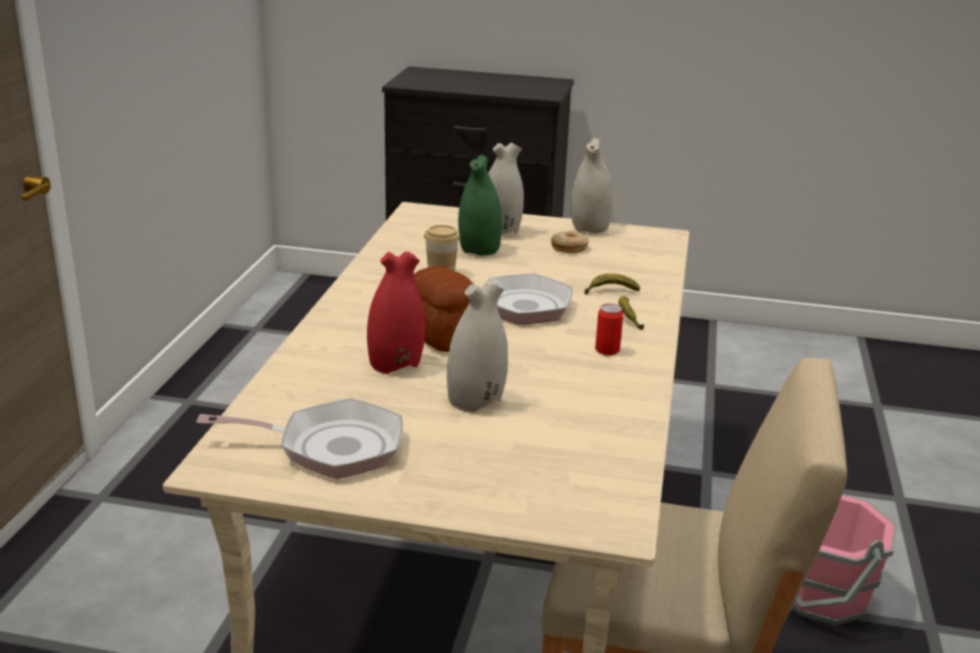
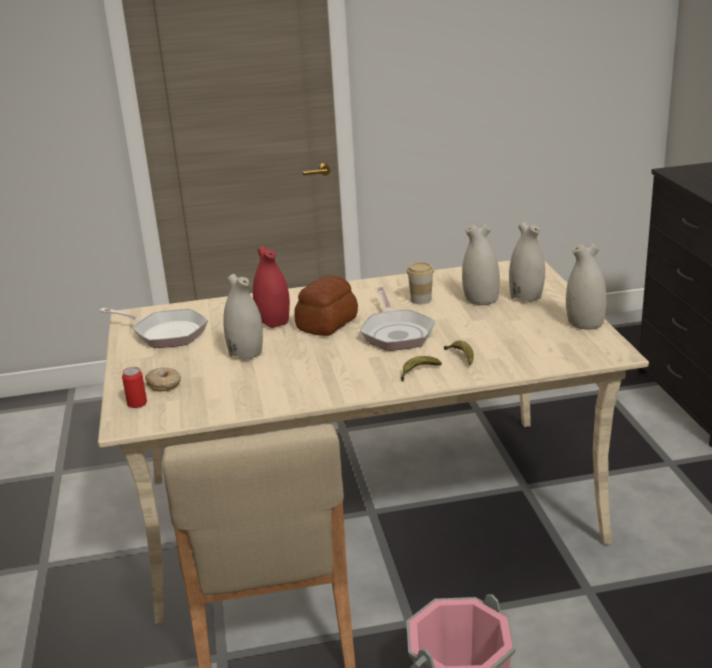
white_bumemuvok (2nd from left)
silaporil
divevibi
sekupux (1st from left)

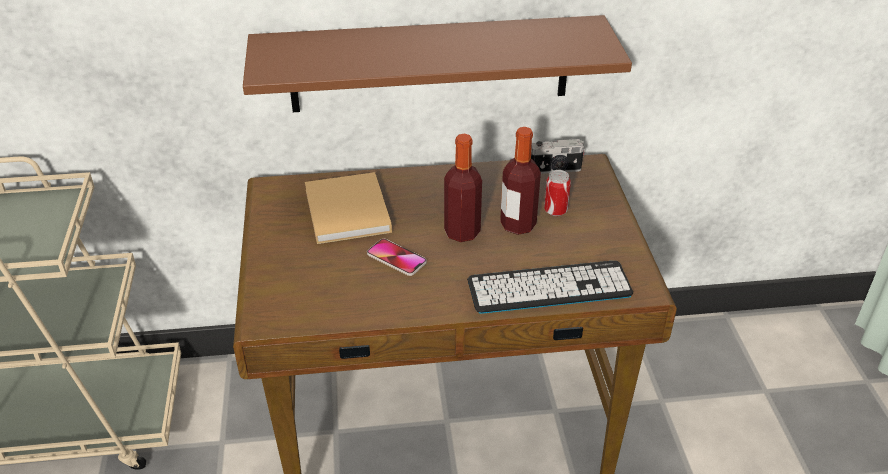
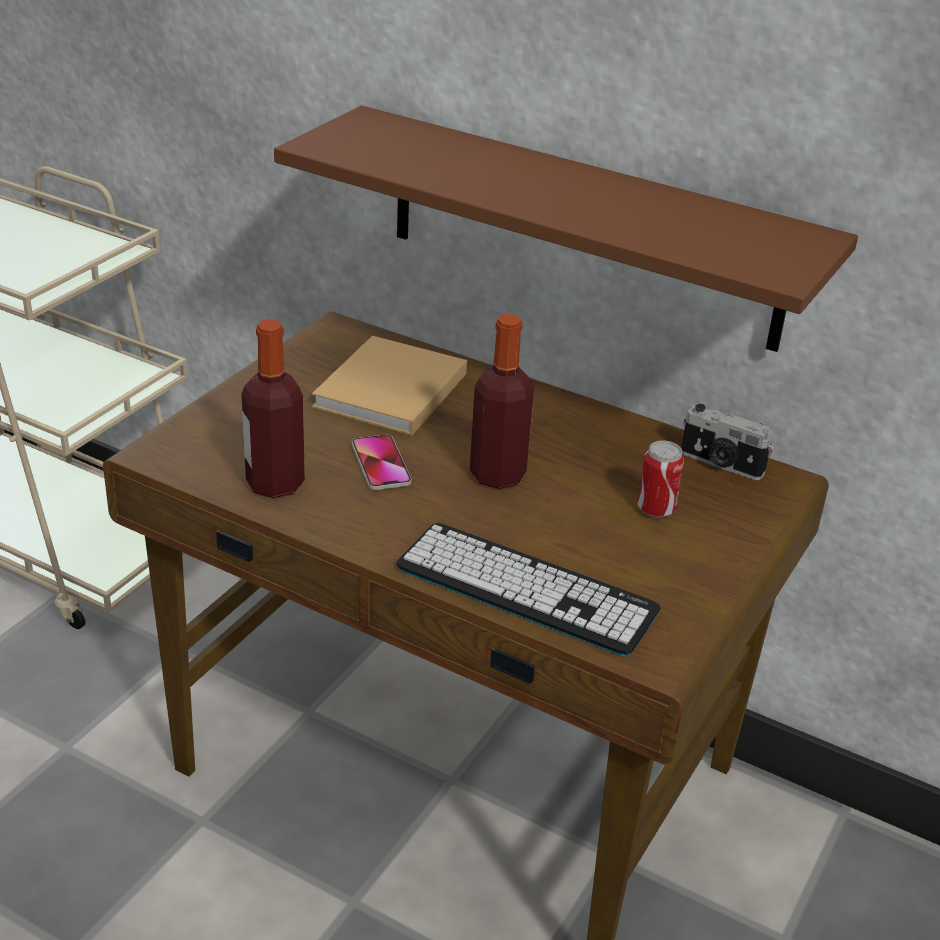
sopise (1st from left)

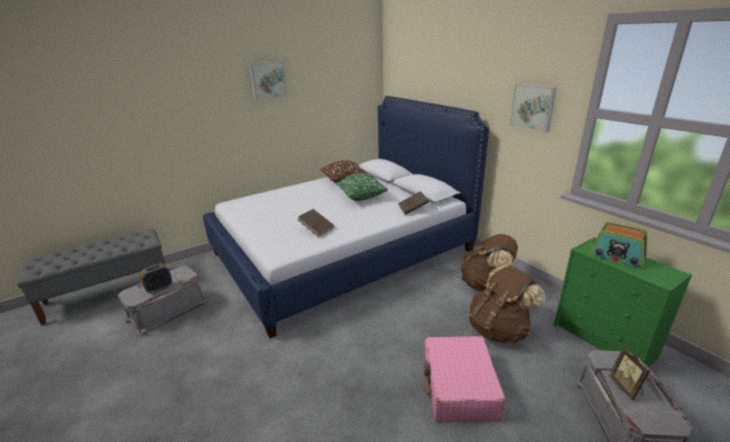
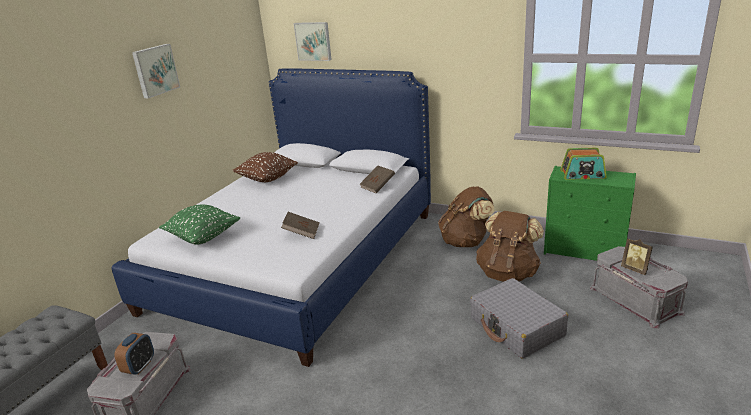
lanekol (2nd from left)
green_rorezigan
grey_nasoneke

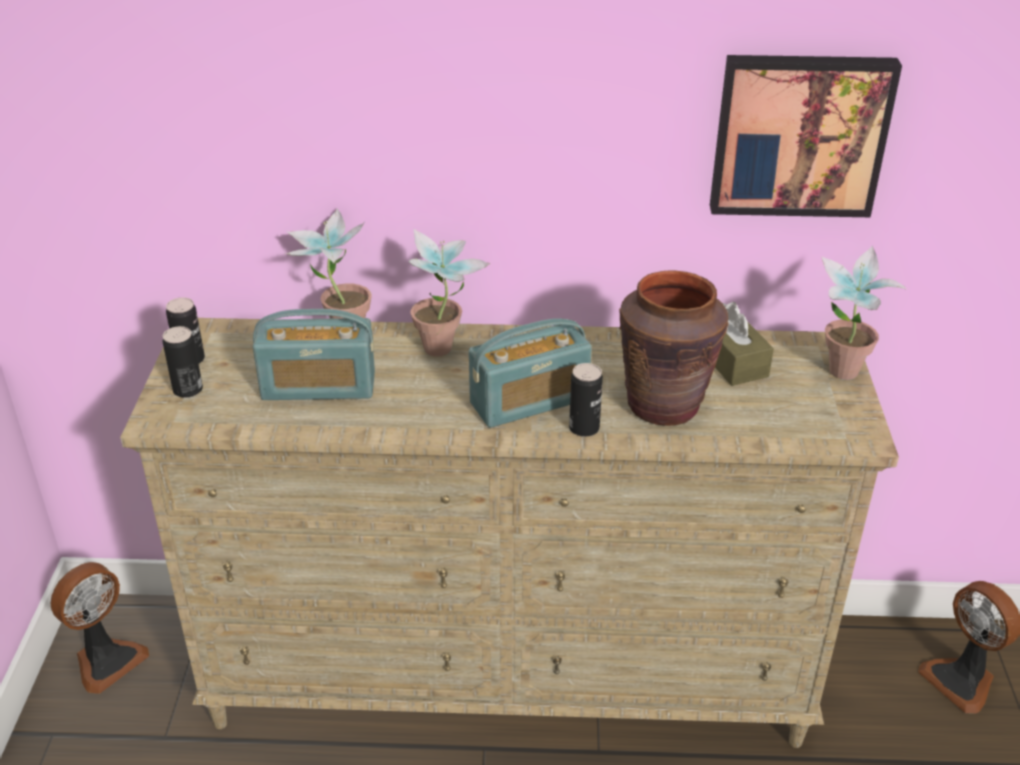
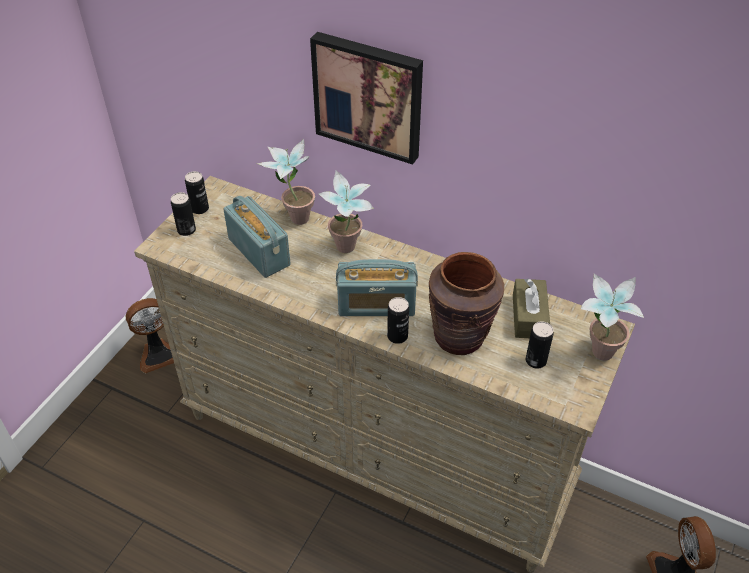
lanekol
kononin (1st from left)
divevibi (4th from left)

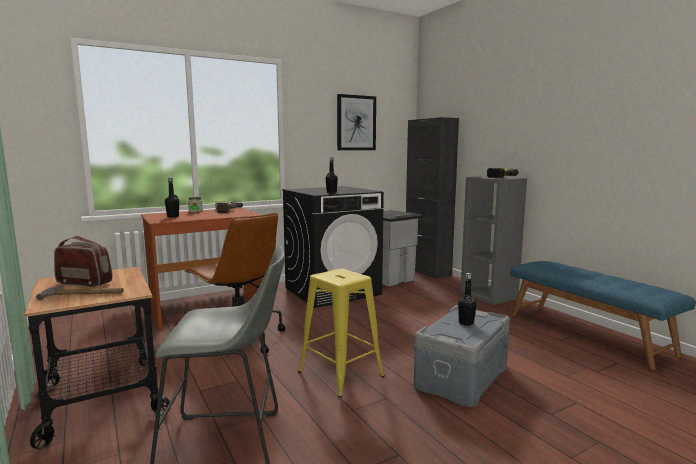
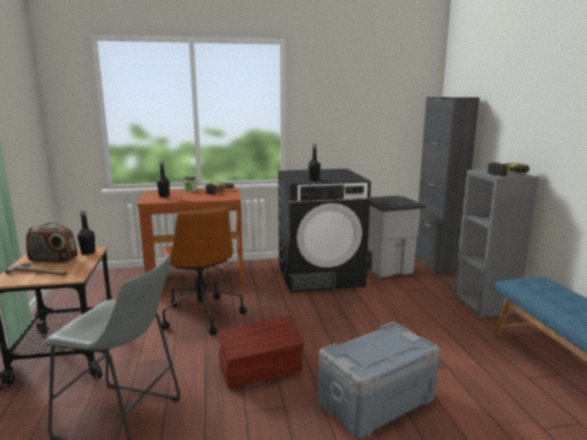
lanekol
kononin
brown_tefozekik
black_sopise (1st from left)

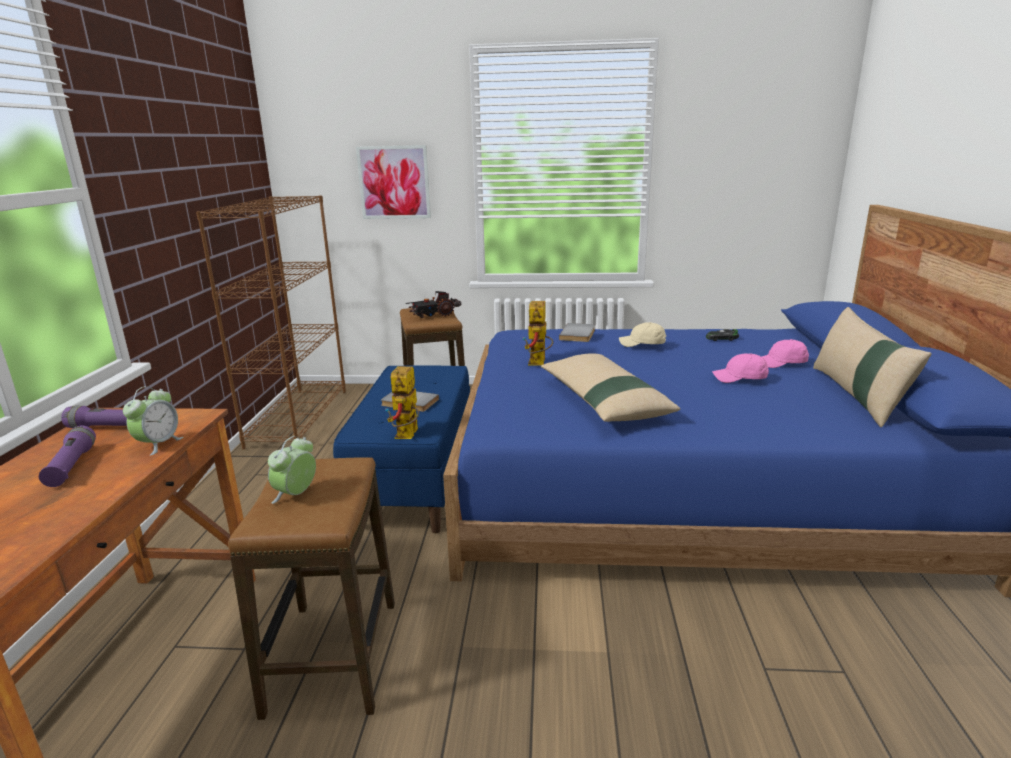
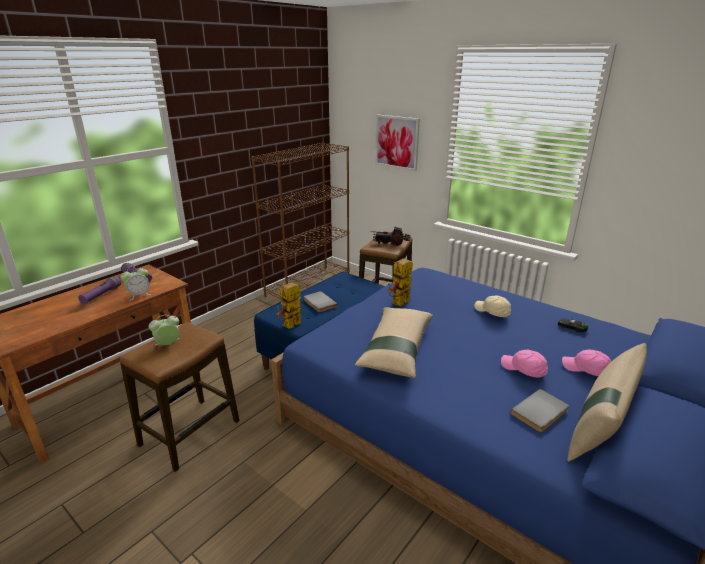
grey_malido (2nd from left)

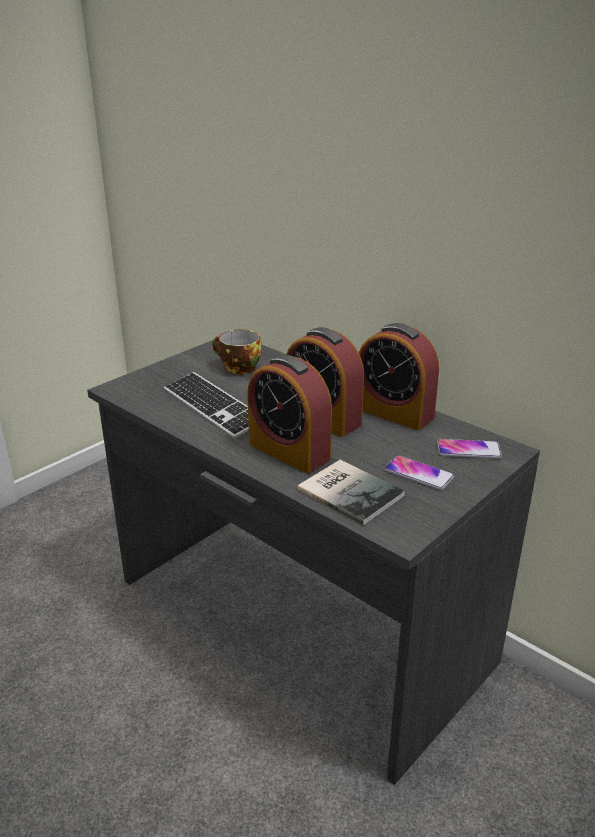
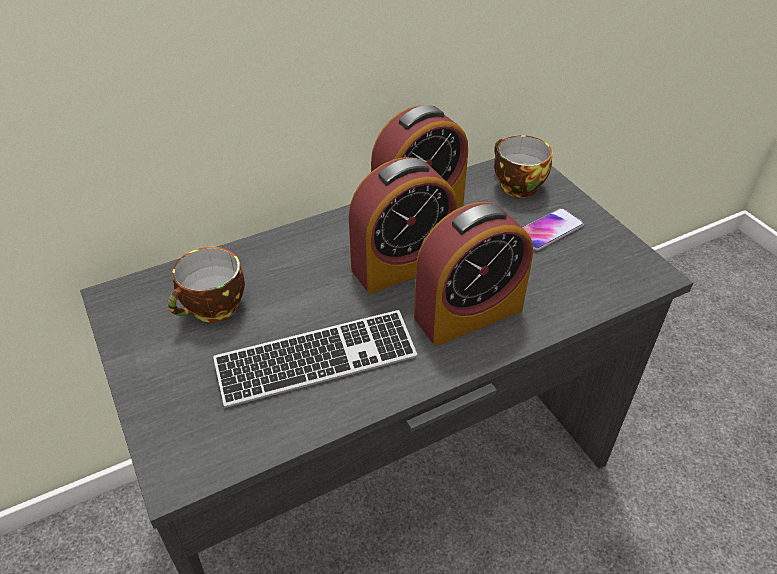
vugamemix (2nd from left)
malido

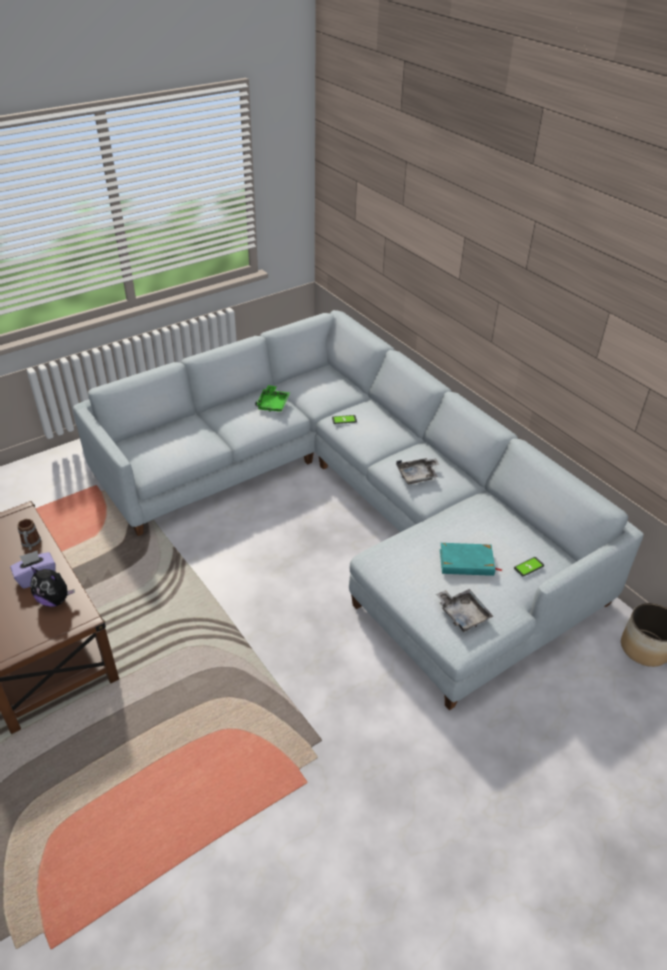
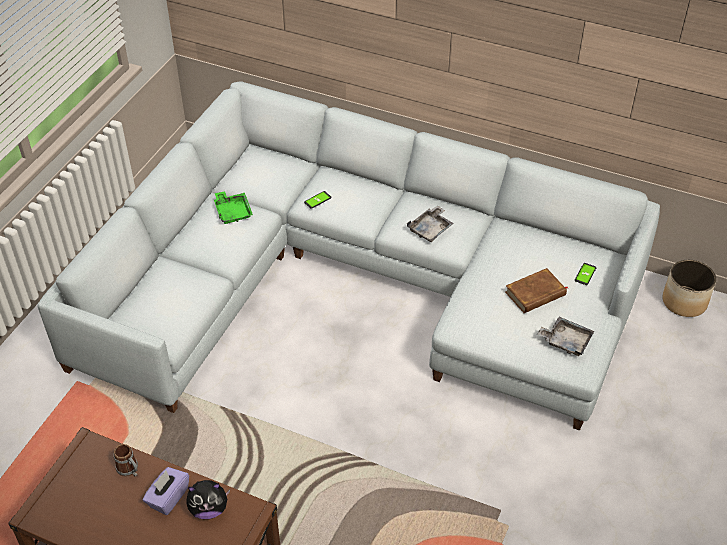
brown_malido

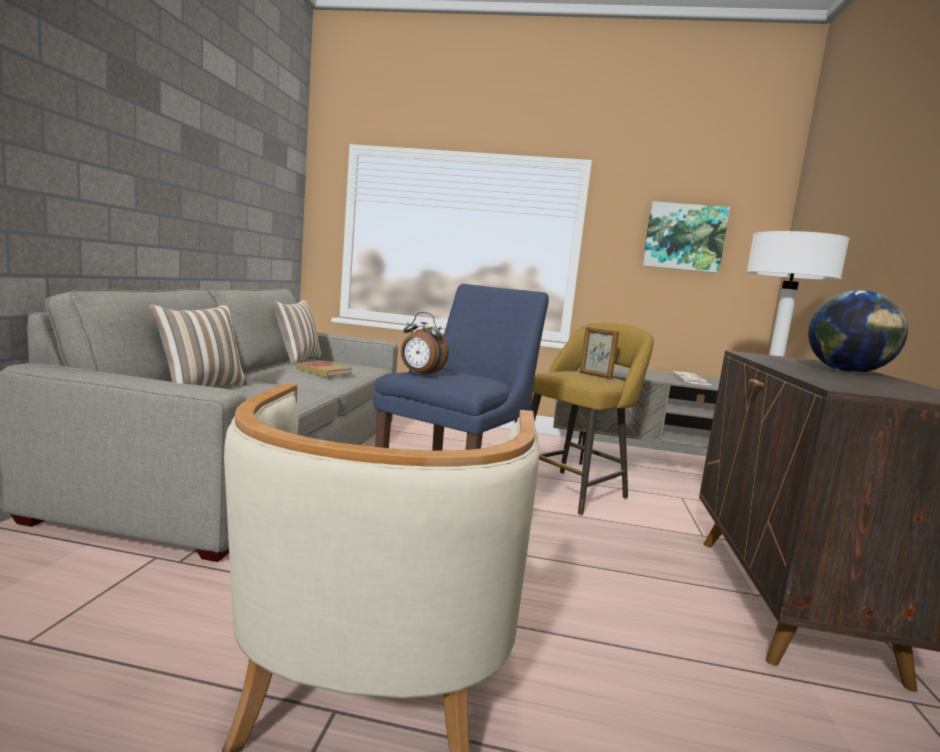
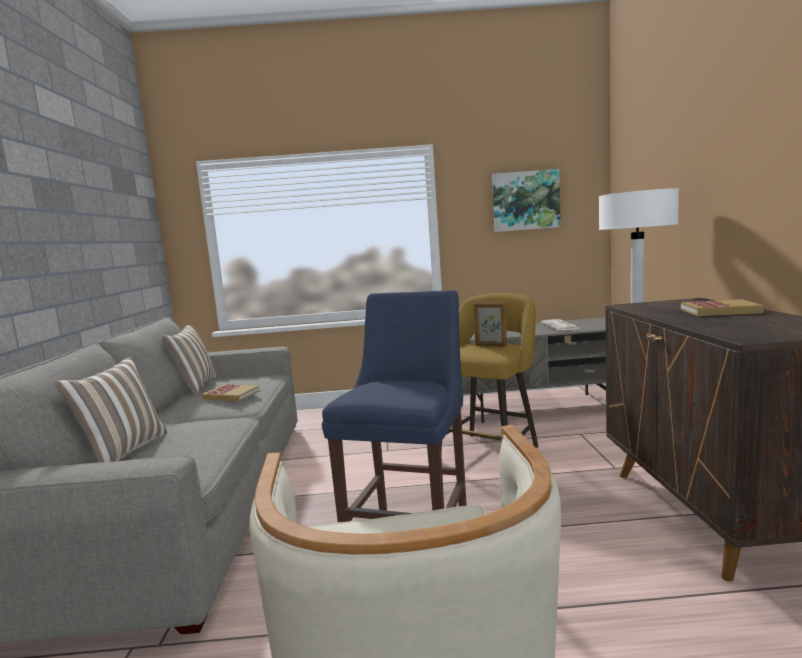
malido (2nd from left)
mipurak

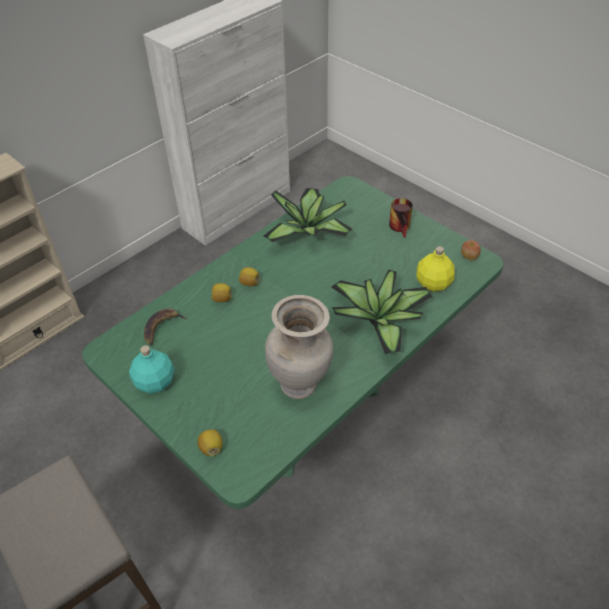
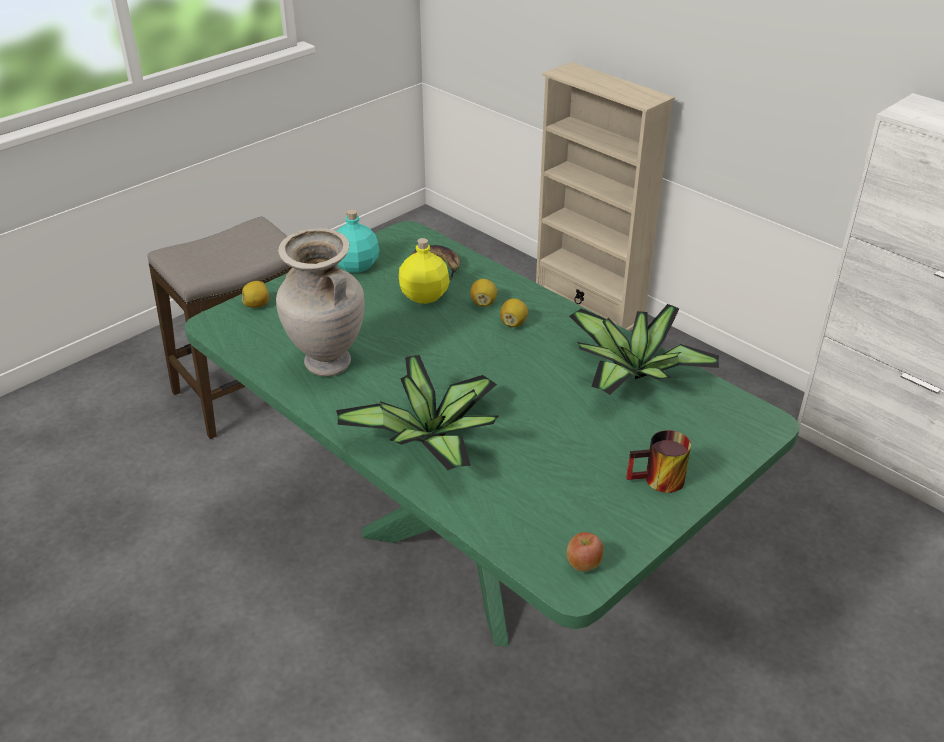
yellow_sopise

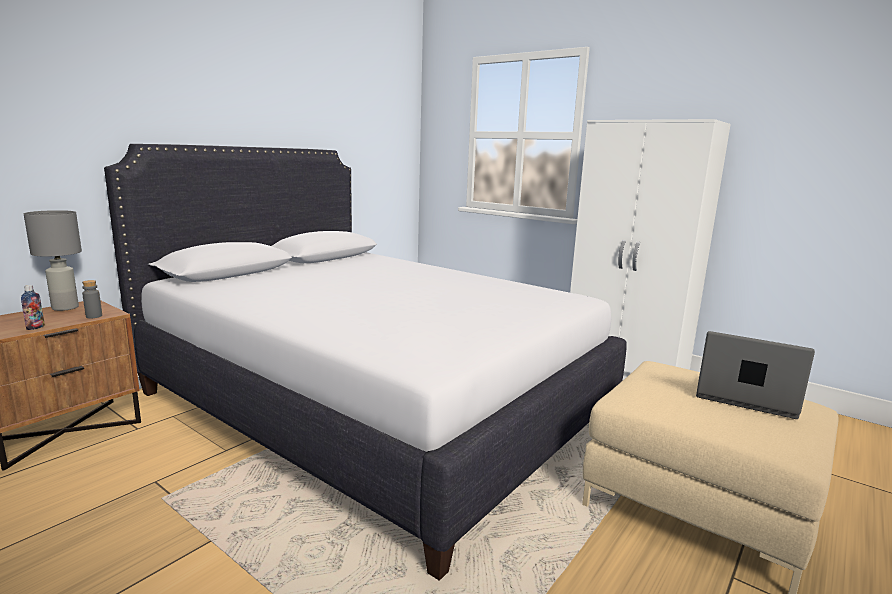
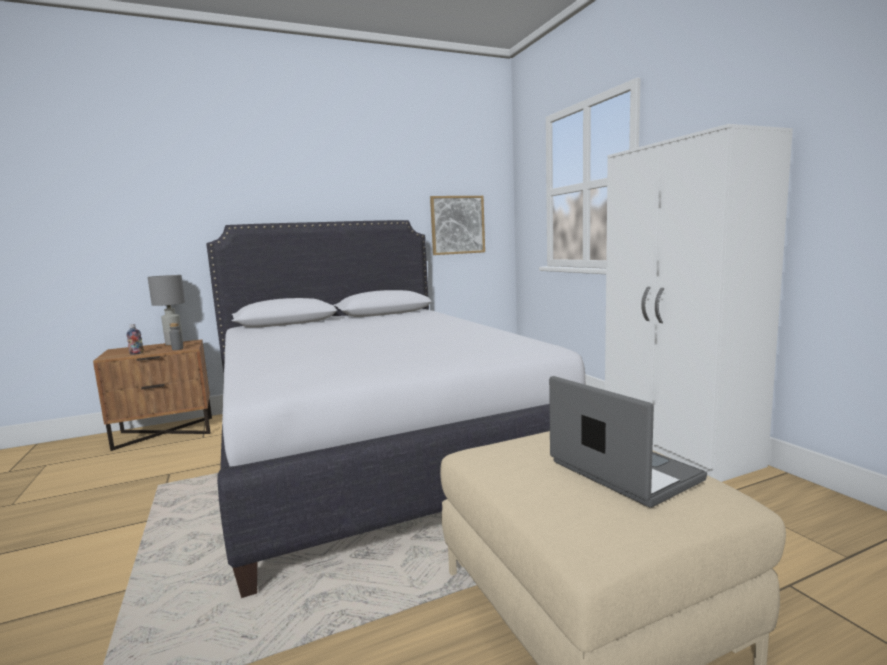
lanekol

